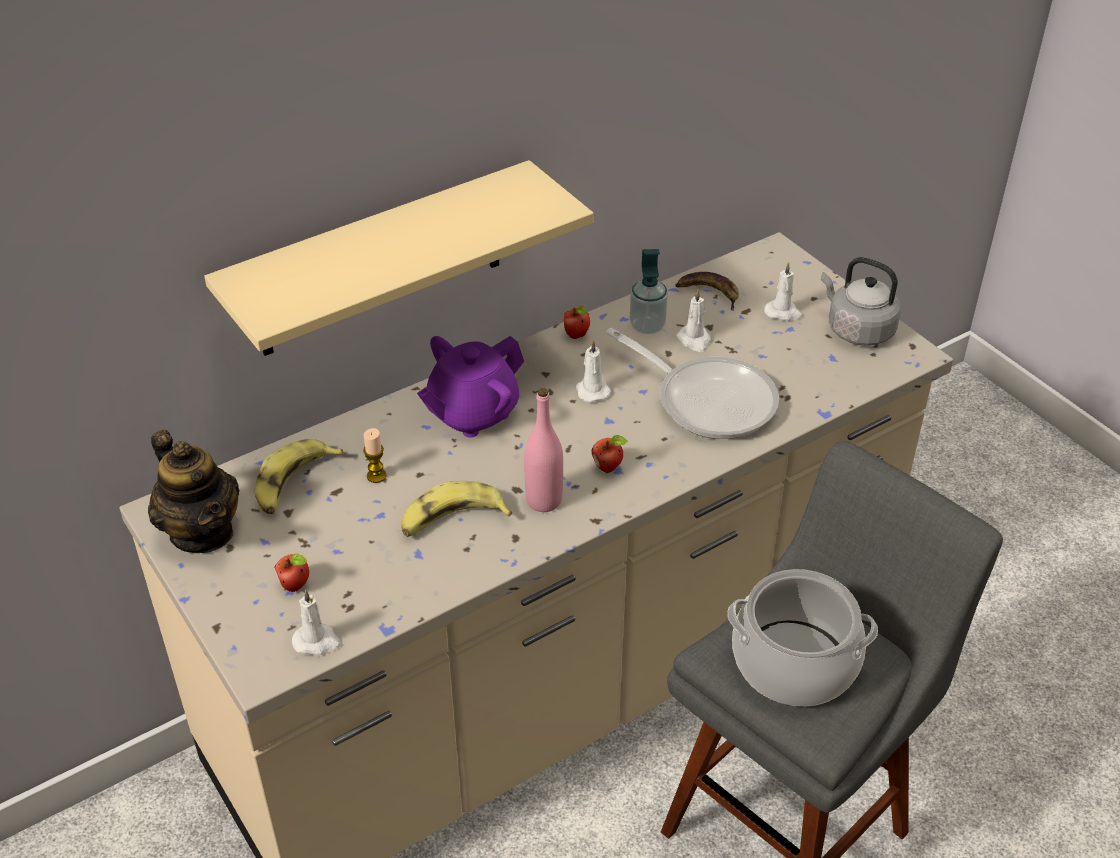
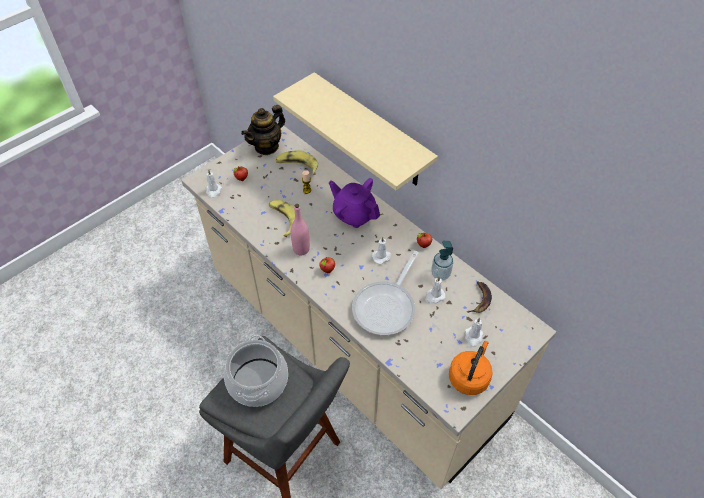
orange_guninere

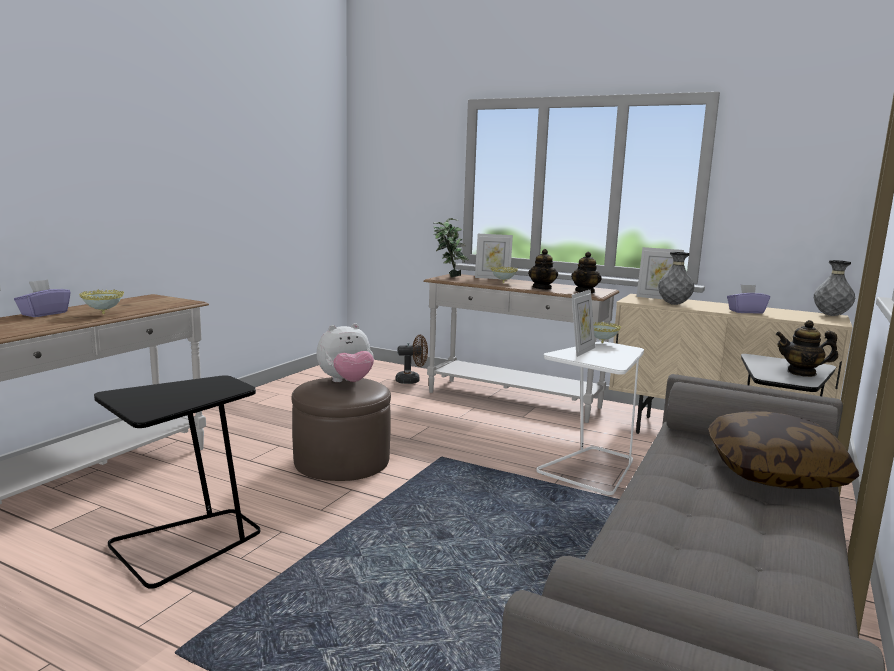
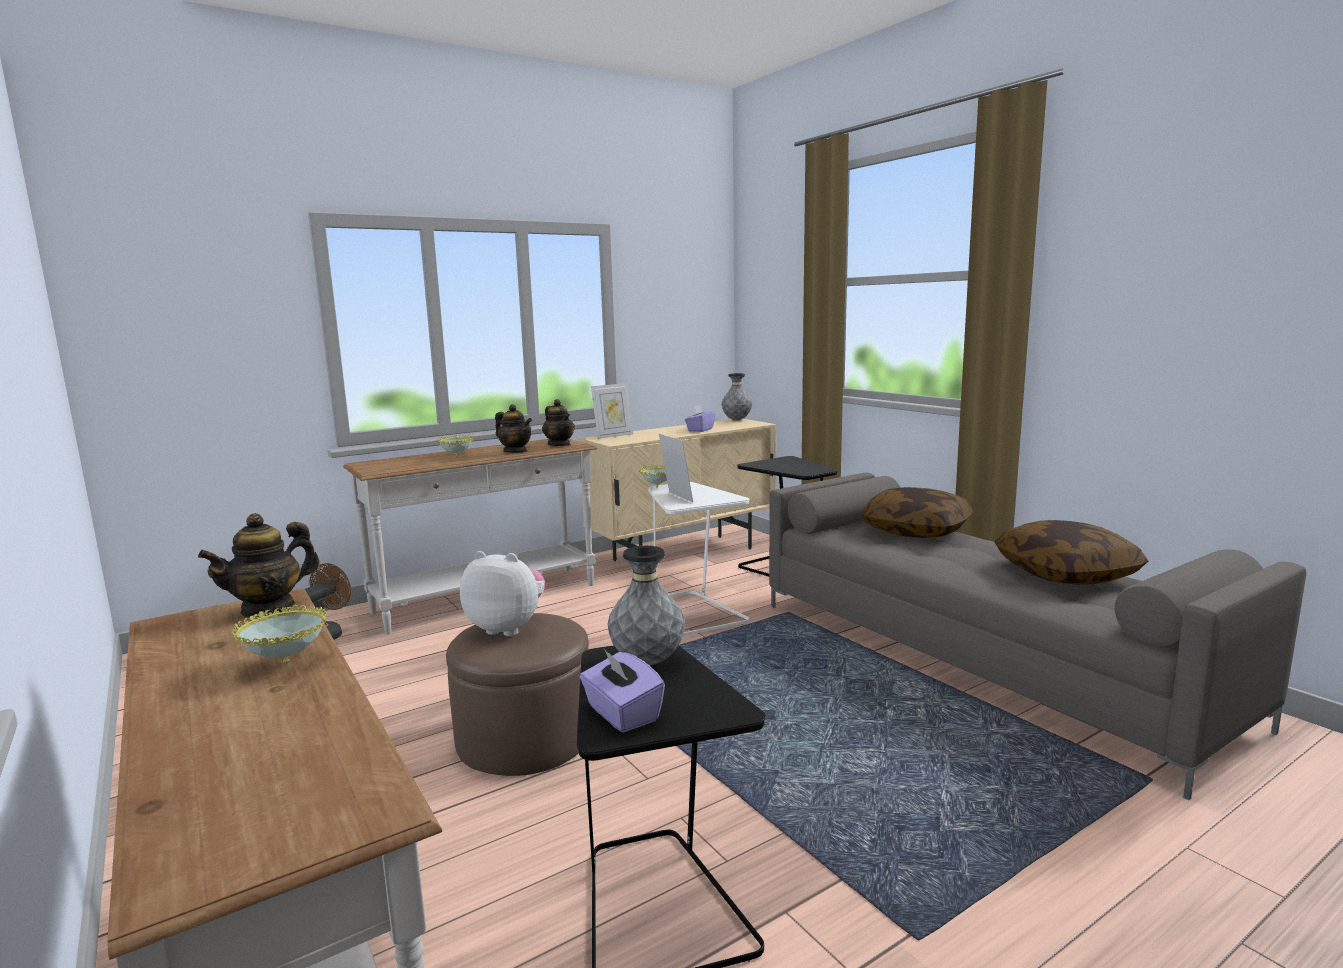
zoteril
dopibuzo (1st from left in the first image)
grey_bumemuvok (1st from left)
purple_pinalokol (1st from left)
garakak (1st from left)
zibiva
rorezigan (2nd from left)

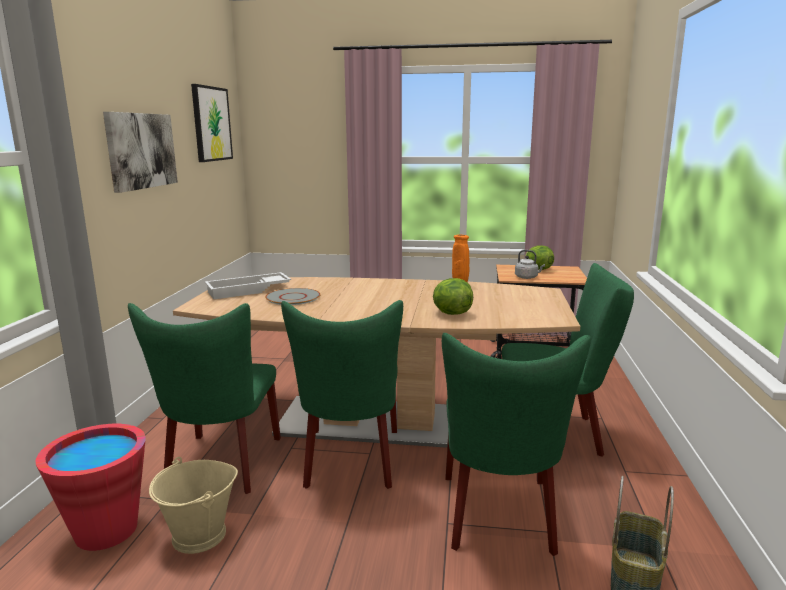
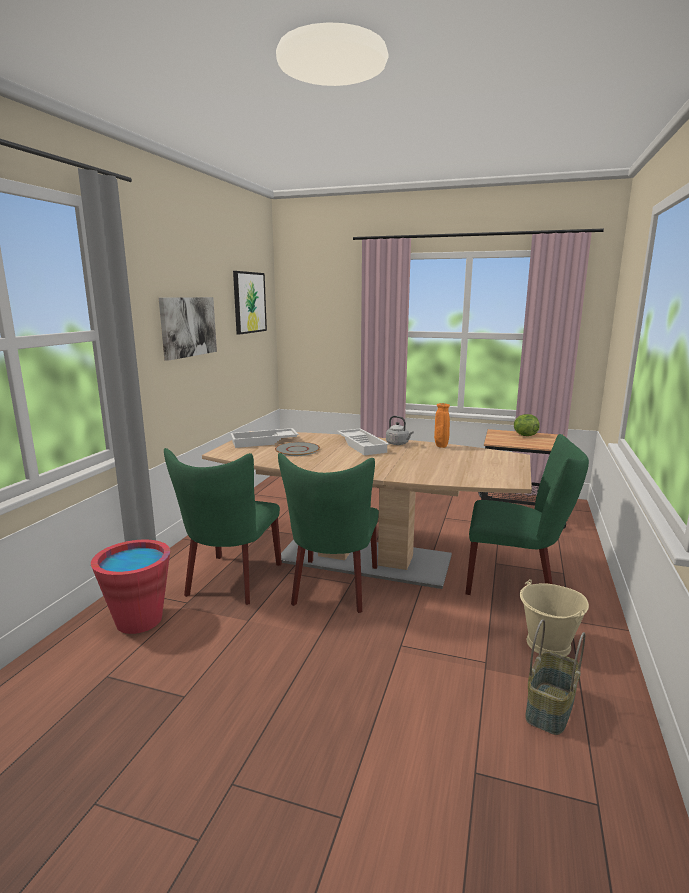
grey_guninere
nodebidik (1st from left in the first image)
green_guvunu (3rd from left in the first image)
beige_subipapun
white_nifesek (2nd from left)

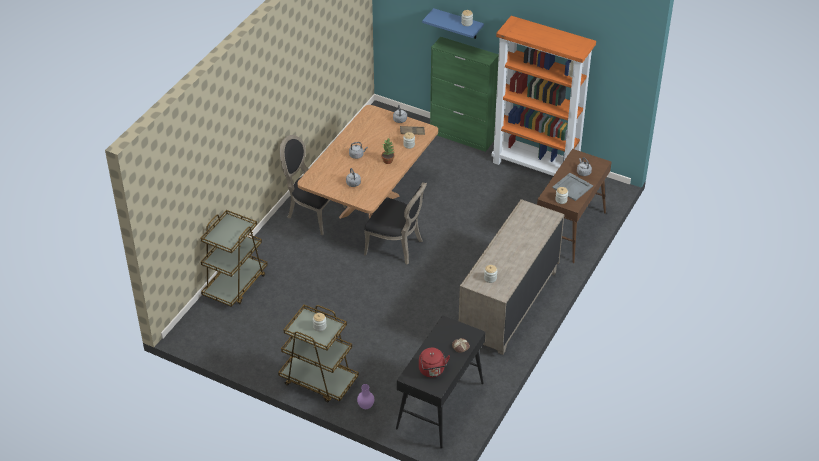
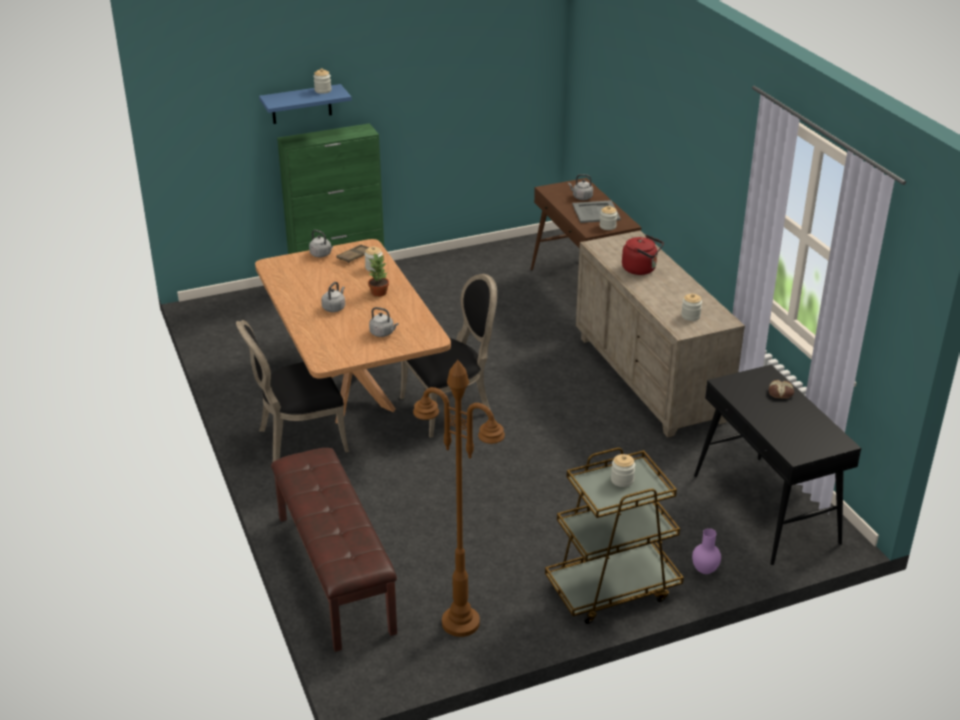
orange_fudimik
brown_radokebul
red_guninere
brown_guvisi

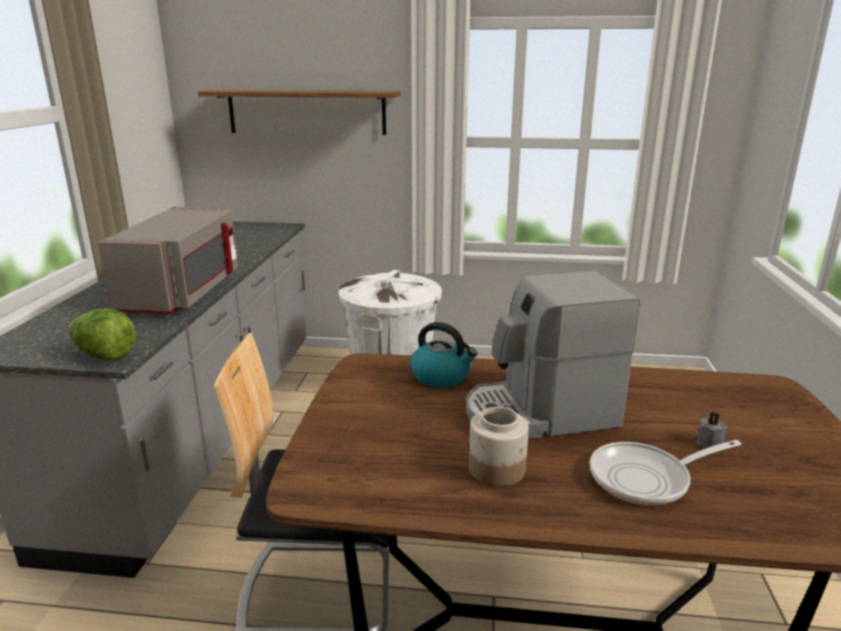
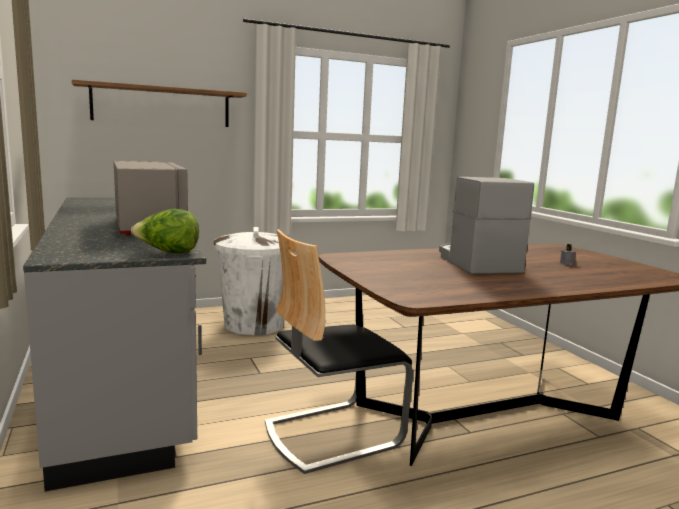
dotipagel
guninere
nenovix
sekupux

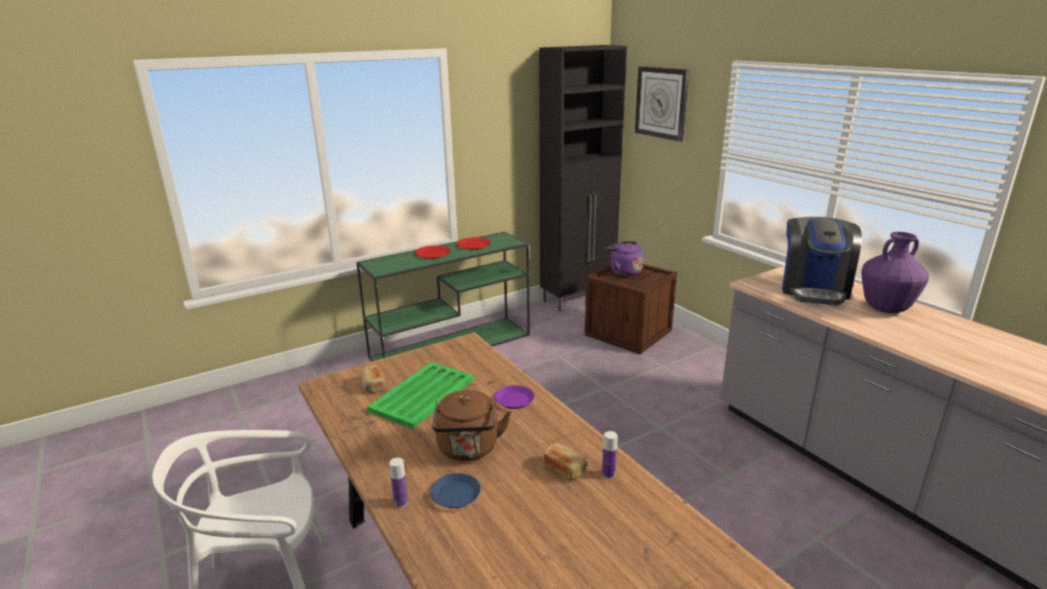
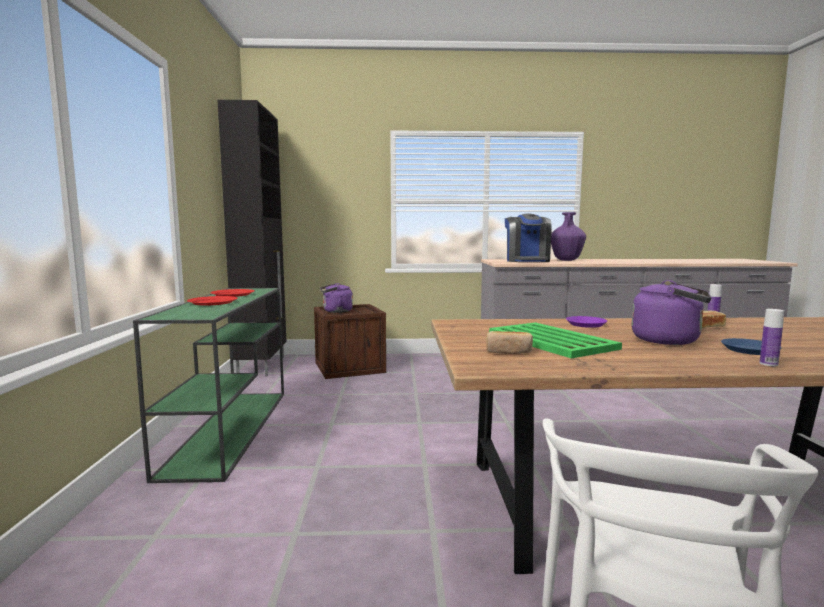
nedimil
dotipagel
purple_guninere (2nd from left)

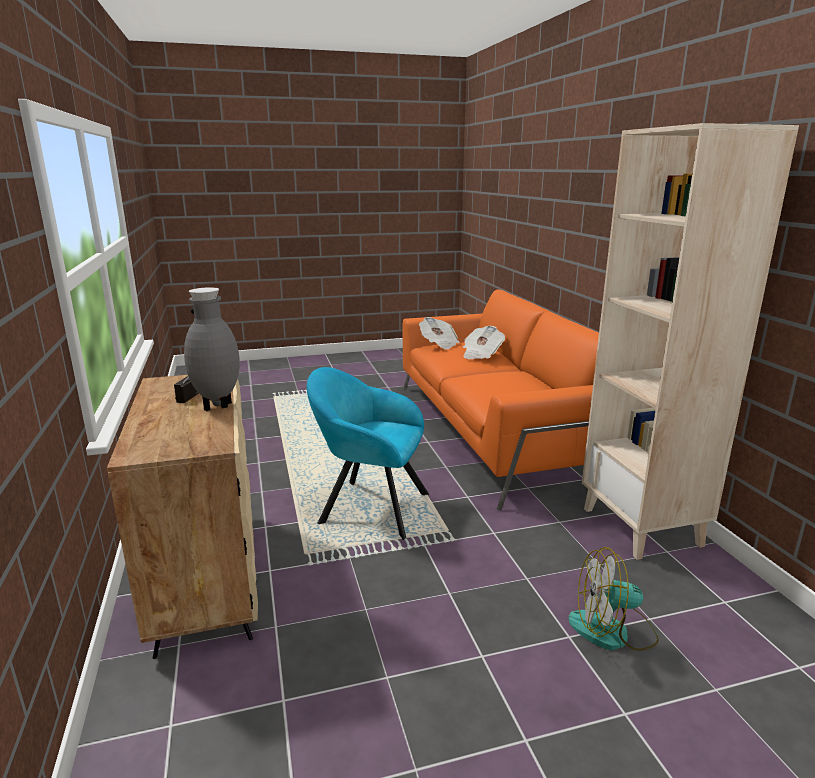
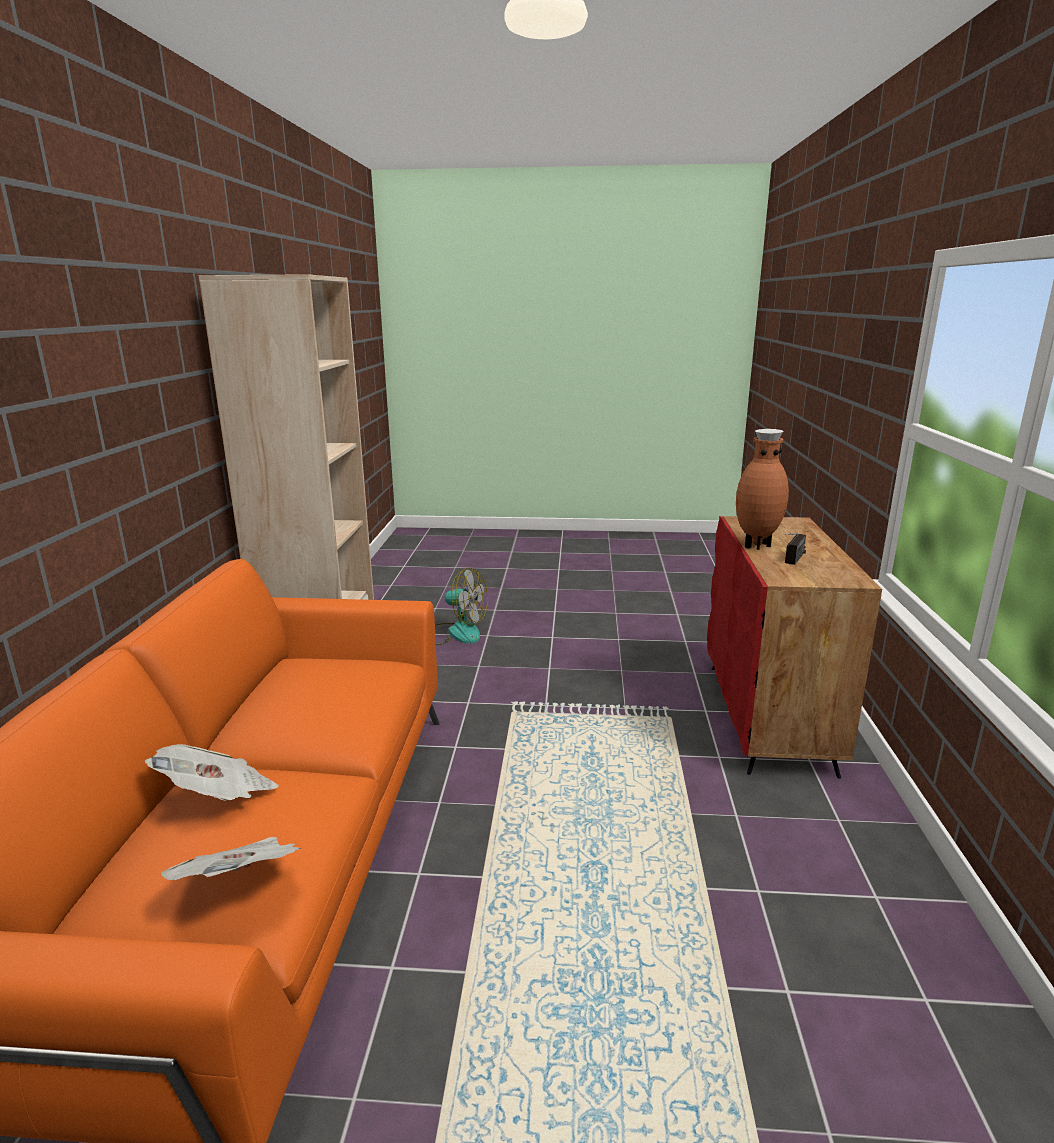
brown_bumemuvok
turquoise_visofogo
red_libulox

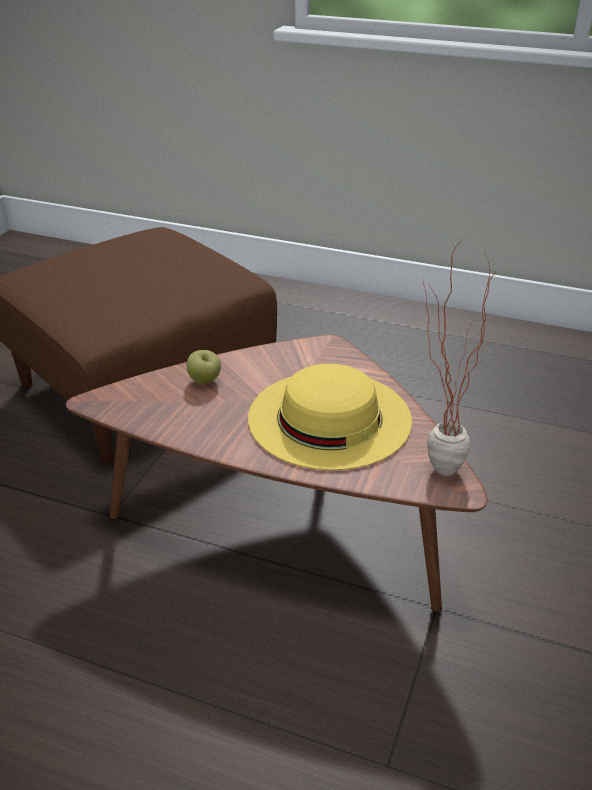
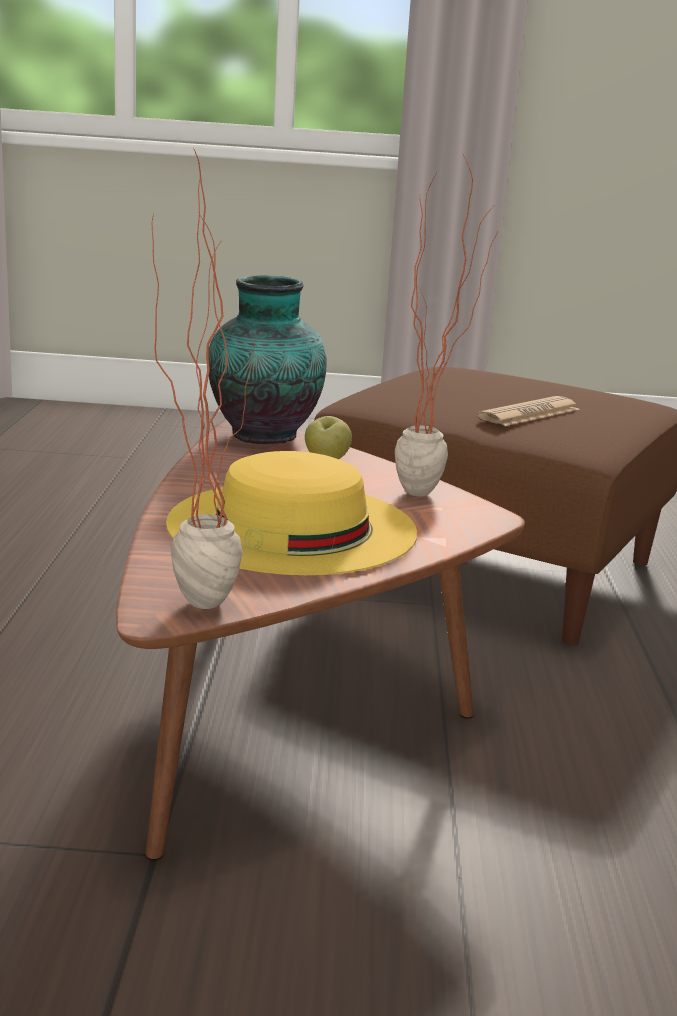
zoteril (2nd from left)
bumemuvok
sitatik

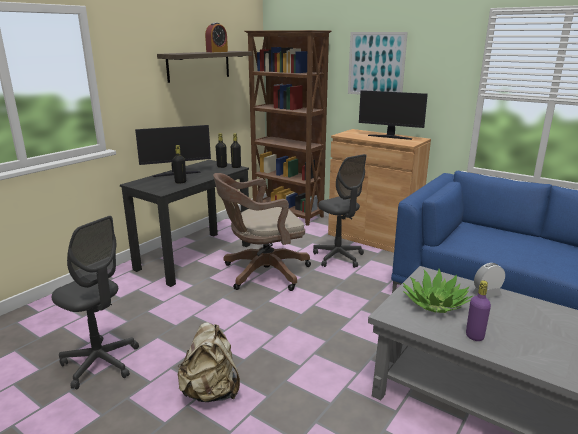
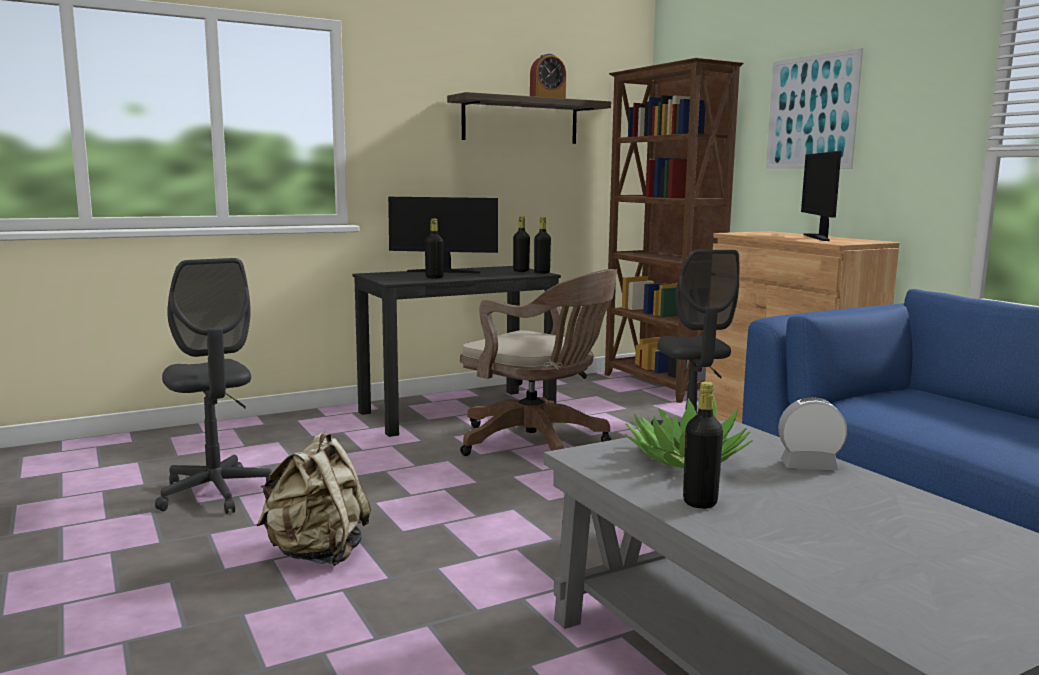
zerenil (2nd from left)
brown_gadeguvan
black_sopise (4th from left)

